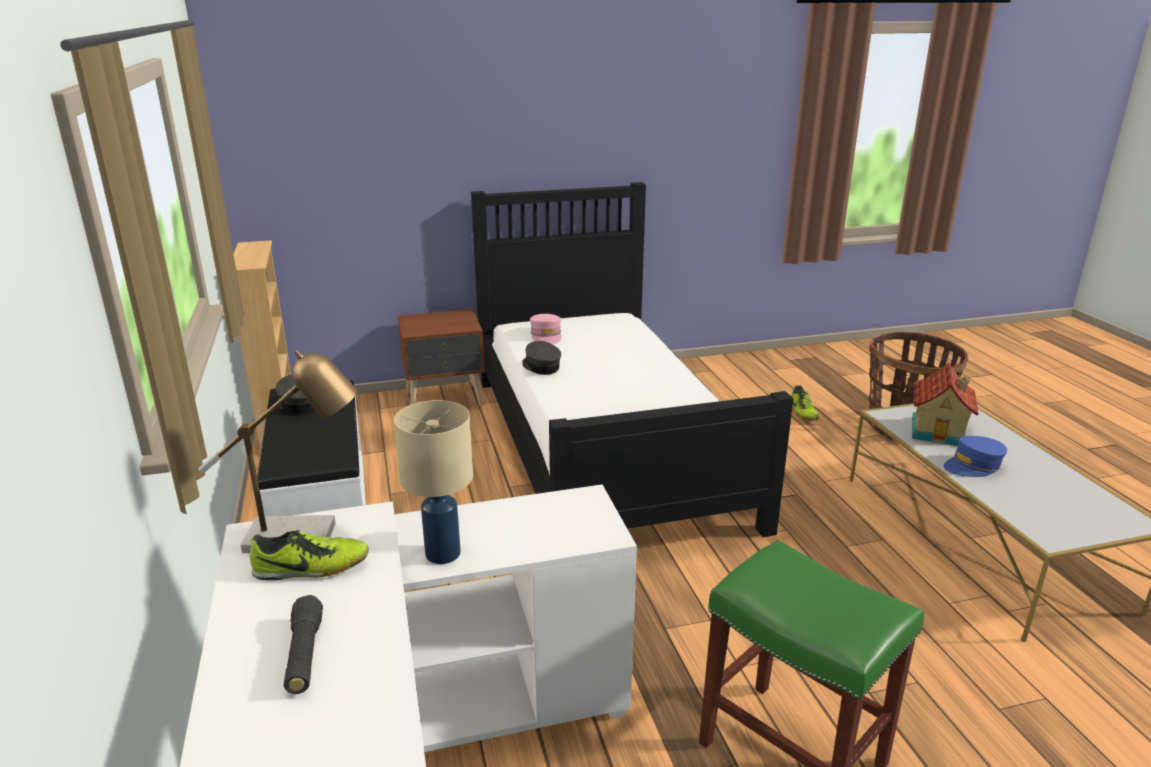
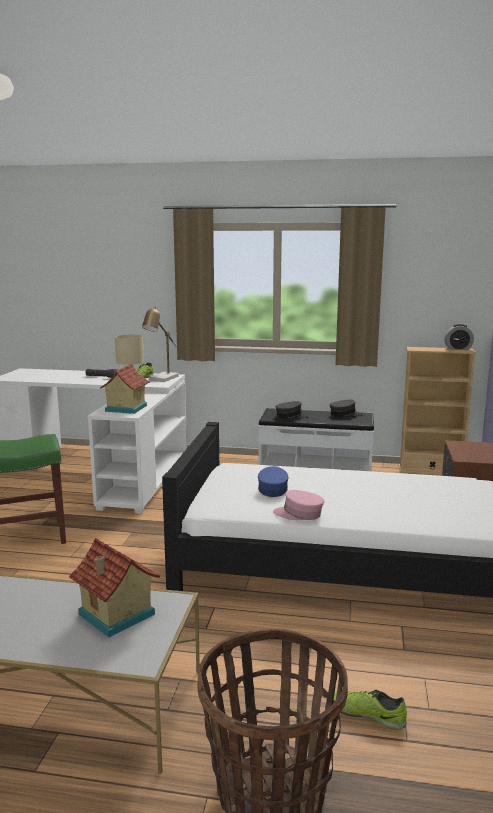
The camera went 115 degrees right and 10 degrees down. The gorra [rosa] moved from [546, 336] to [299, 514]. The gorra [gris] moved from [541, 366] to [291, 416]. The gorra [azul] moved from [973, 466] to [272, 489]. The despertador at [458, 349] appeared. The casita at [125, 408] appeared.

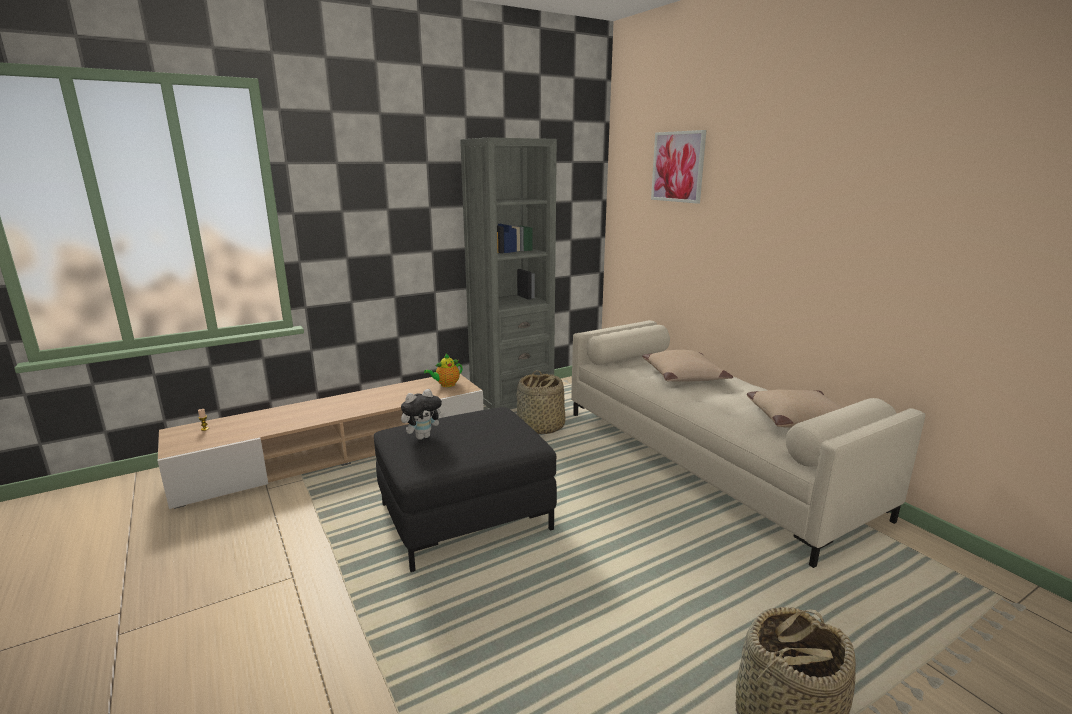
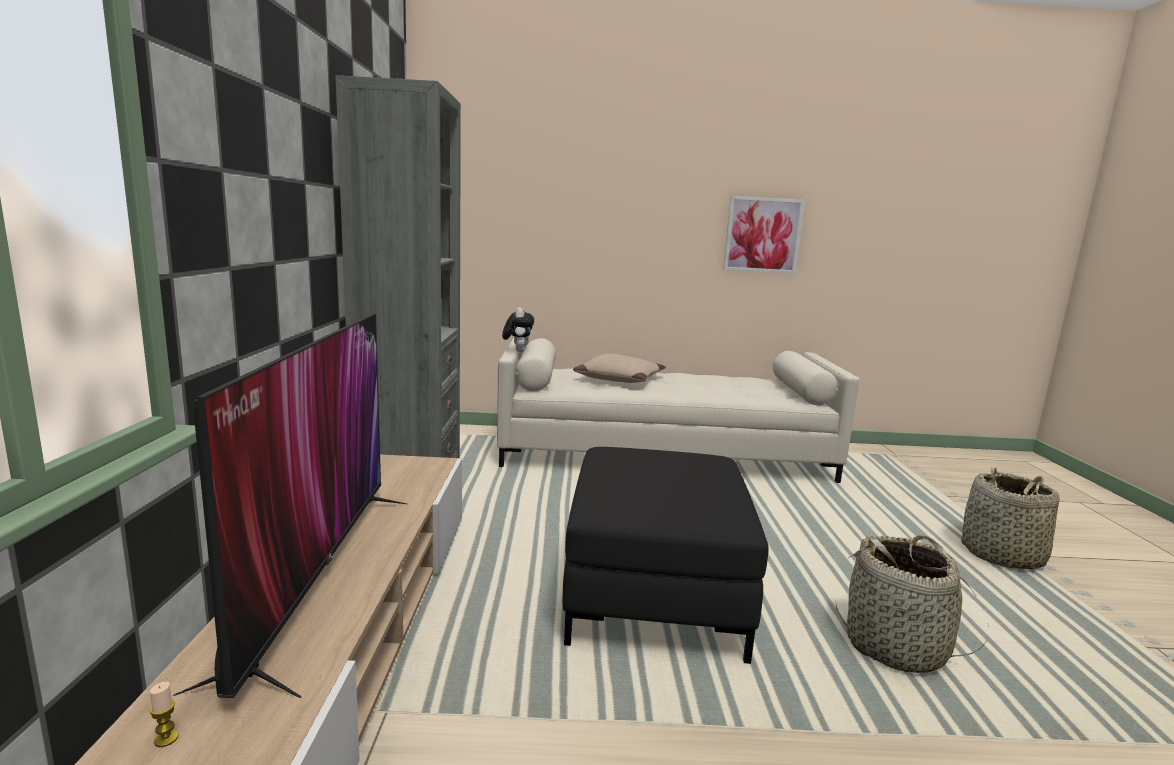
The camera went 60 degrees left and 5 degrees down. The cuadro moved from [678, 167] to [762, 235]. The tetera at [446, 385] disappeared. The cesta moved from [540, 427] to [896, 647]. The peluche moved from [423, 436] to [518, 351]. The cojín [beis] at [798, 419] disappeared. The televisor at [318, 574] appeared.

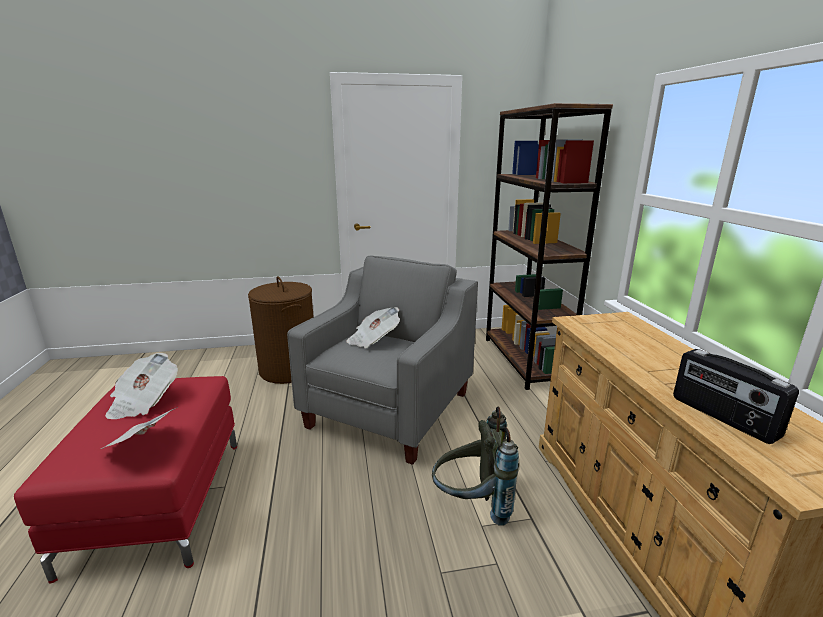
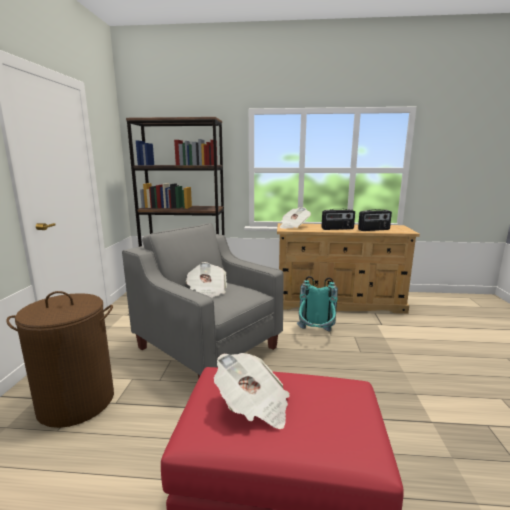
The camera went 75 degrees left and 5 degrees down. The periódico moved from [144, 445] to [293, 226]. The mochila [gris] at [472, 505] became the mochila [turquesa] at [316, 335]. The radio at [337, 229] appeared.

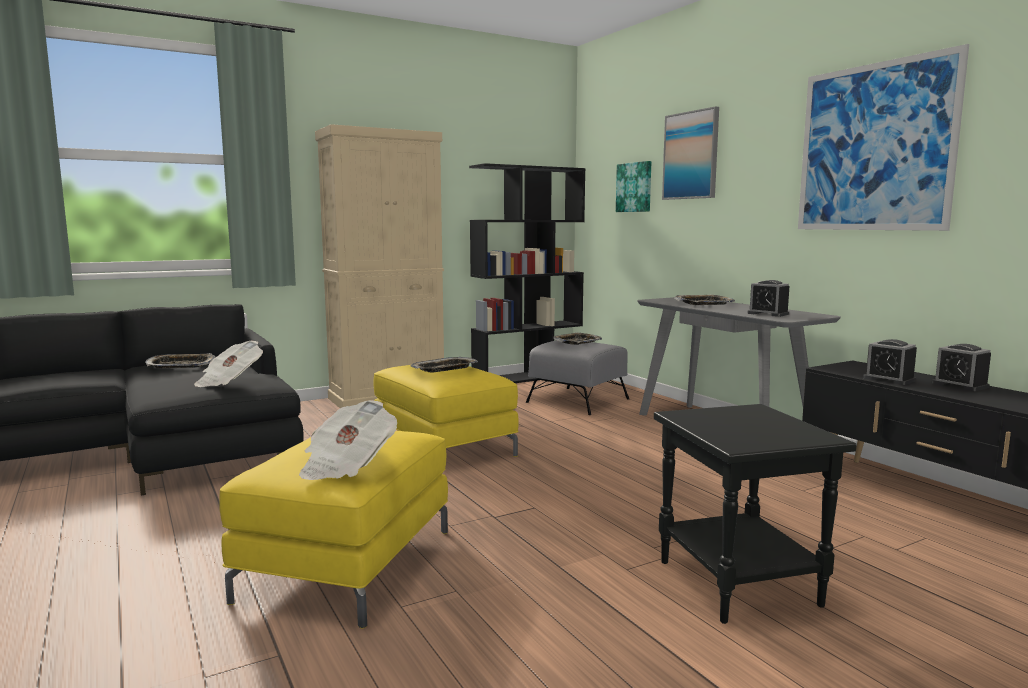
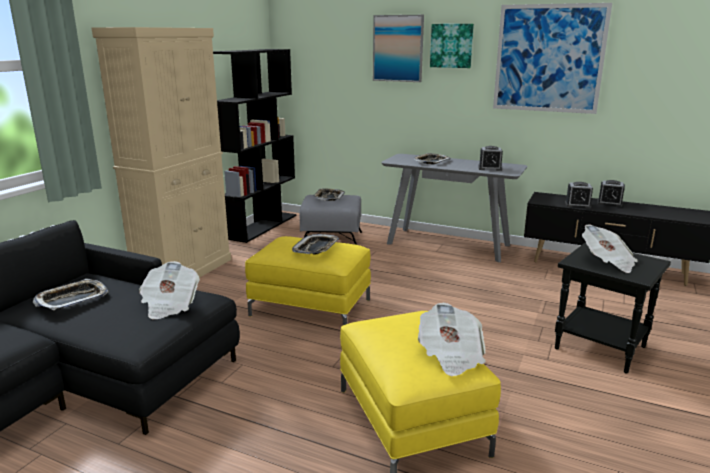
The camera went 35 degrees left and 10 degrees up. The cuadro moved from [635, 187] to [451, 45]. The periódico at [607, 262] appeared.

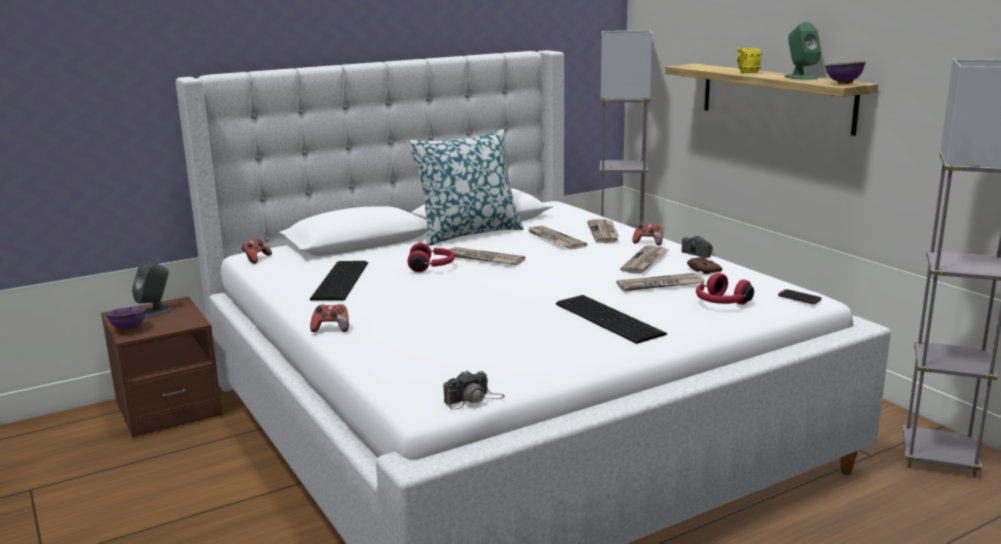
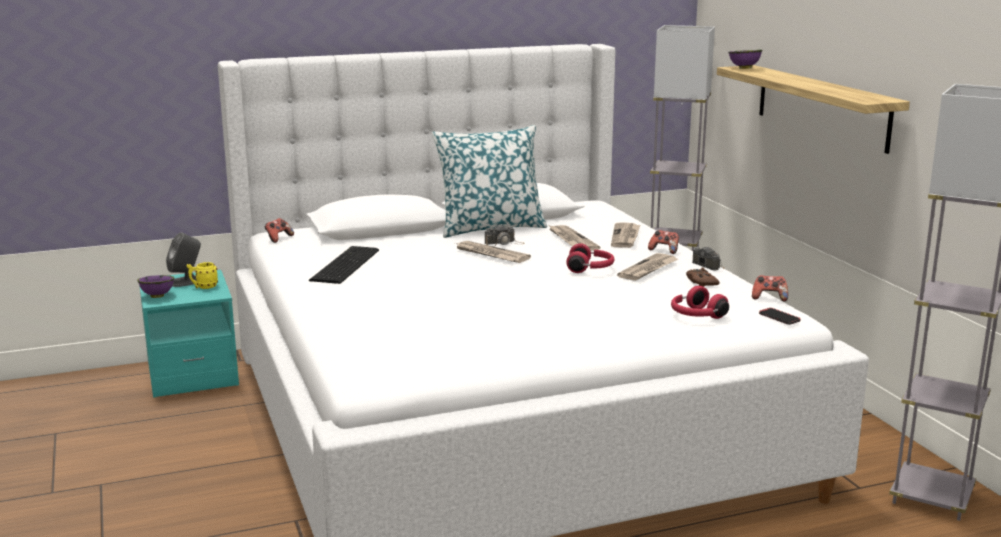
The camera went 10 degrees right and 0 degrees up. The altavoz [verde] at [800, 77] disappeared. The taza grande [amarillo] moved from [746, 73] to [203, 287]. The cuenco [morado] moved from [843, 84] to [744, 69]. The auriculares [rojo] moved from [432, 267] to [590, 269]. The periódico at [659, 285] disappeared. The teclado at [609, 318] disappeared. The mesita de noche [marrón] at [168, 409] became the mesita de noche [turquesa] at [192, 375]. The mando de consola moved from [331, 329] to [769, 298]. The cámara moved from [474, 399] to [504, 243].

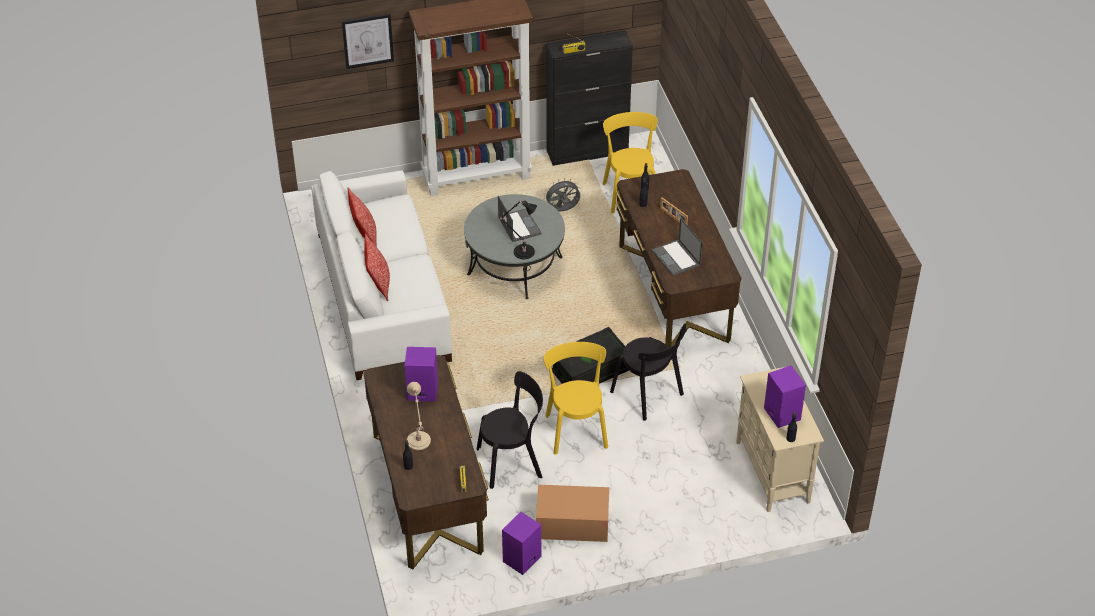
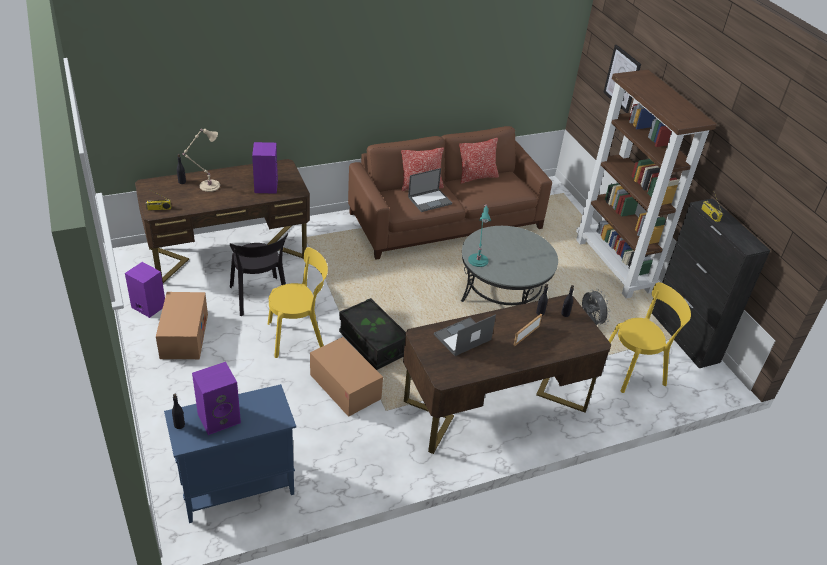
The camera went 80 degrees right and 5 degrees down. The sofá [blanco] at [383, 295] became the sofá [marrón] at [446, 221]. The portátil moved from [519, 225] to [430, 200]. The lámpara de mesa [negro] at [522, 251] became the lámpara de mesa [turquesa] at [478, 259]. The silla [negro] at [649, 395] was replaced by the caja de cartón at [345, 386]. The armario [beis] at [773, 473] became the armario [azul] at [236, 489].

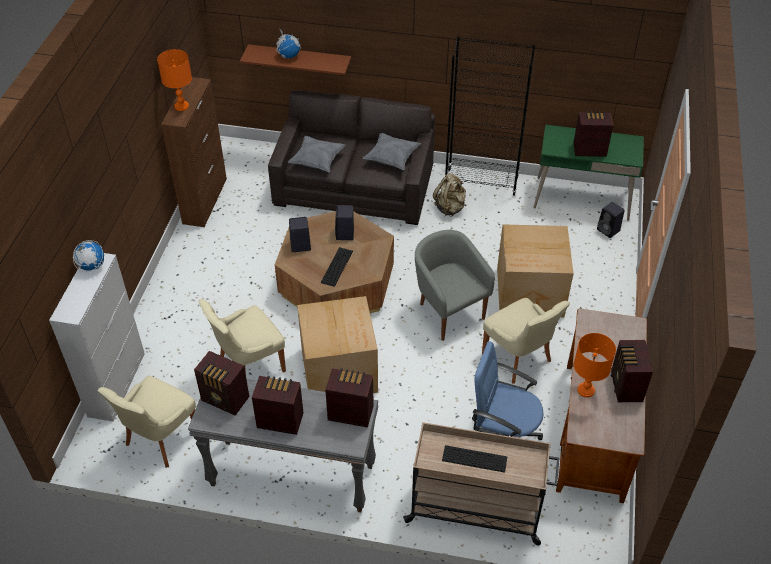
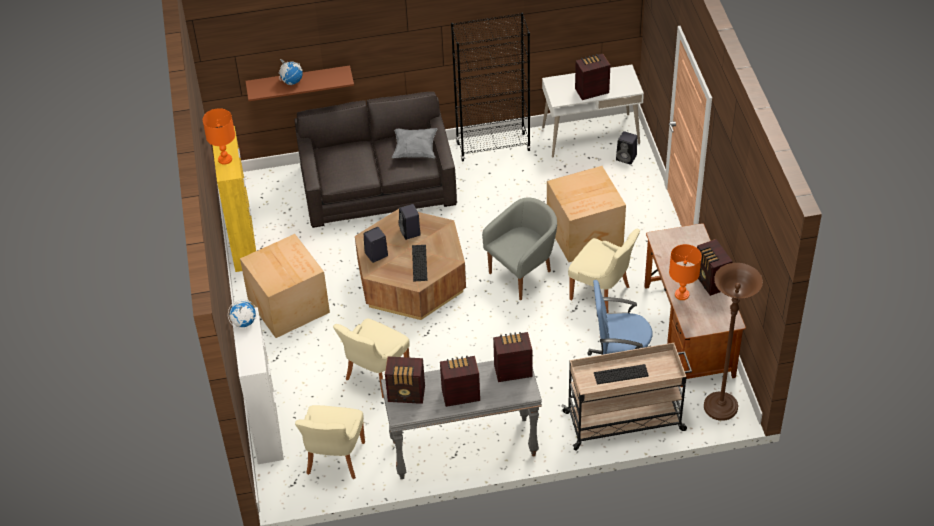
The camera went 20 degrees left and 0 degrees up. The armario [marrón] at [205, 200] became the armario [amarillo] at [243, 243]. The escritorio [verde] at [582, 198] became the escritorio [blanco] at [590, 135]. The cojín [gris] at [317, 161] disappeared. The mochila [beis] at [450, 207] disappeared. The sillón [gris] at [448, 312] turned 105 degrees clockwise. The caja de cartón moved from [340, 369] to [289, 304]. The lámpara de pie [marrón] at [720, 407] appeared.

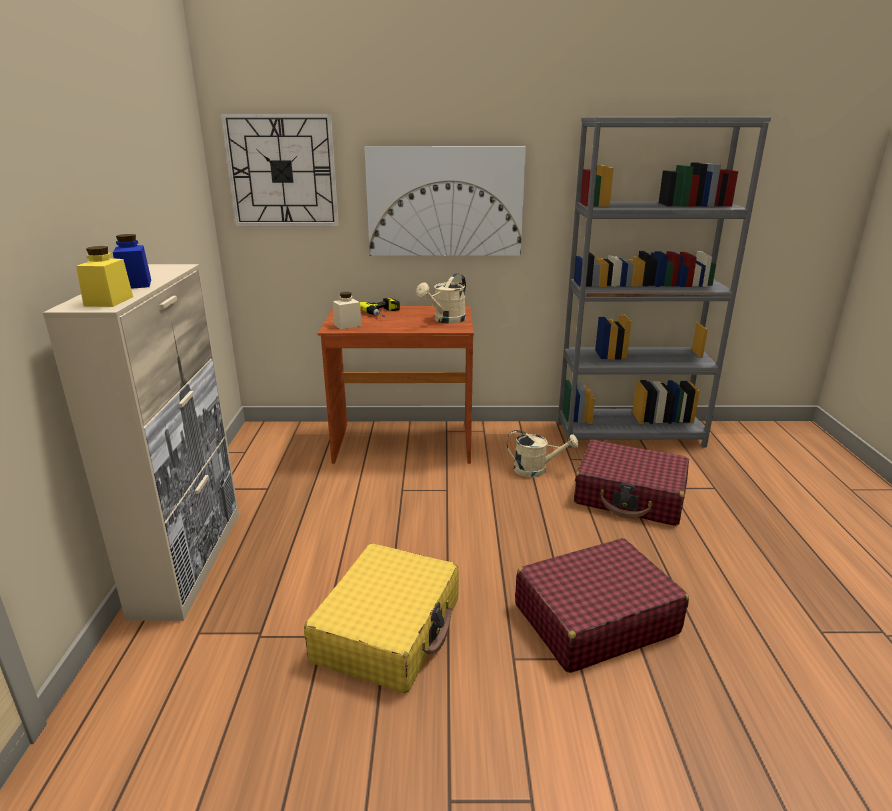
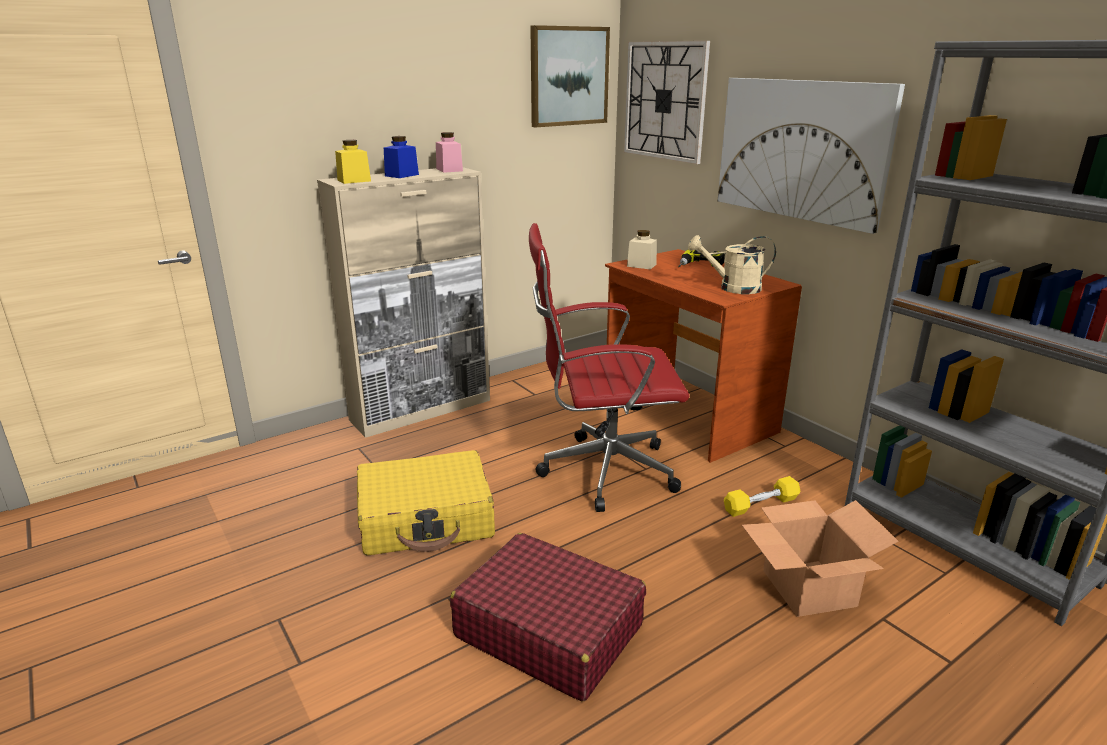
The camera went 55 degrees right and 0 degrees up. The regadera [beis] at [536, 470] was replaced by the mancuerna [amarillo] at [760, 505]. The maleta [rojo] at [630, 496] was replaced by the caja de cartón at [810, 589]. The cuadro at [568, 76] appeared. The tarro [rosa] at [449, 170] appeared. The silla de oficina [rojo] at [601, 472] appeared.

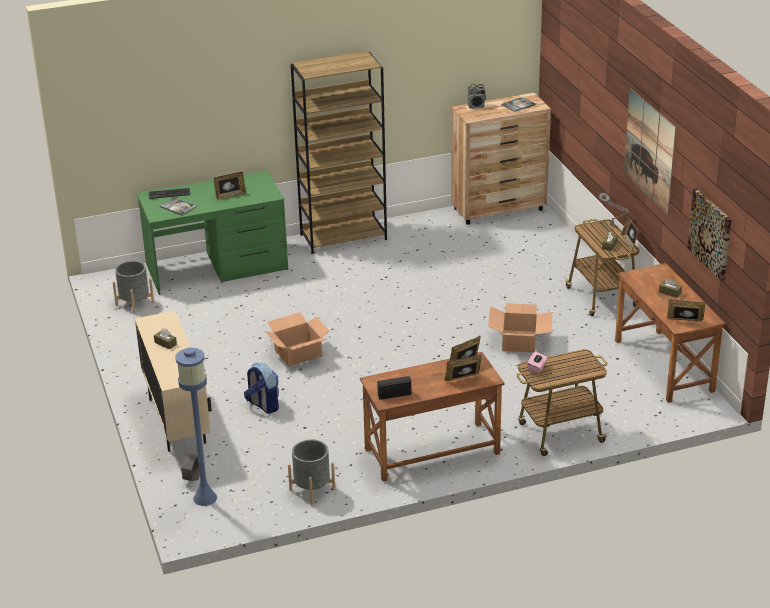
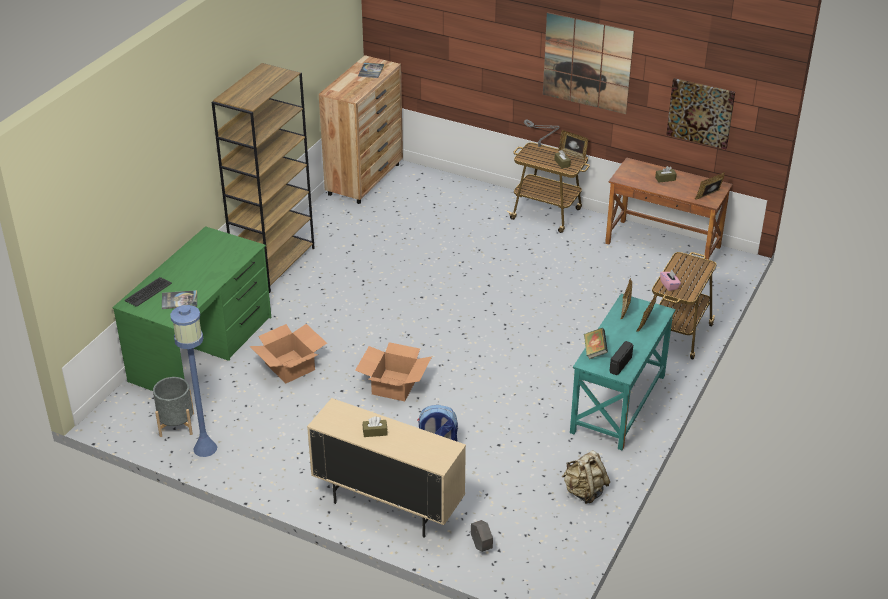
The camera went 45 degrees left and 5 degrees up. The radio at [476, 106] disappeared. The portarretratos at [230, 195] disappeared. The caja de cartón moved from [519, 341] to [290, 366]. The lámpara de pie [azul] moved from [205, 498] to [205, 448]. The escritorio [marrón] at [432, 452] became the escritorio [turquesa] at [618, 404]. The maceta [gris] at [312, 489] was replaced by the mochila [beis] at [584, 491]. The libro at [594, 350] appeared.

